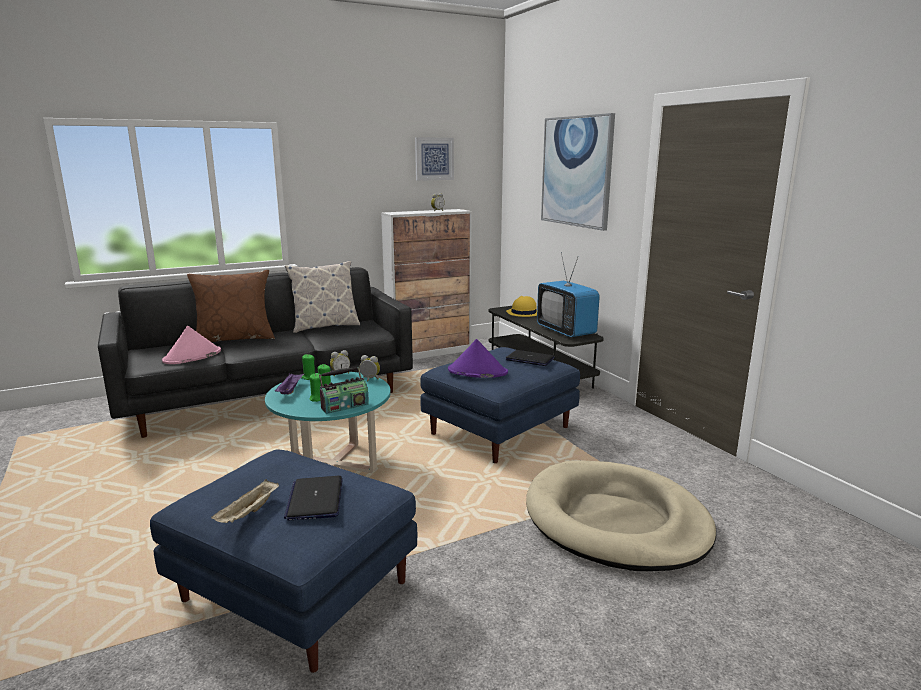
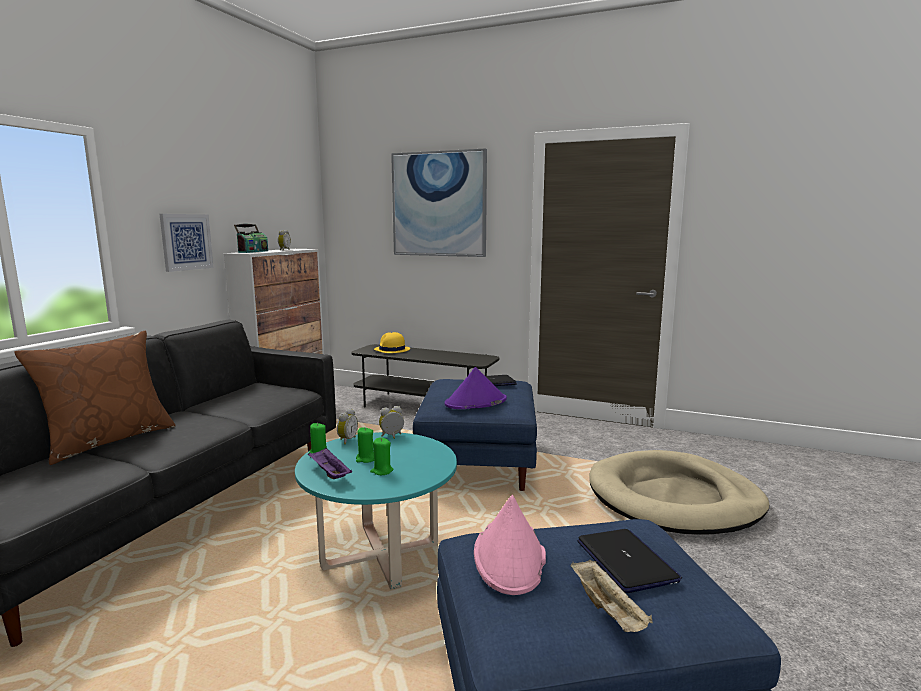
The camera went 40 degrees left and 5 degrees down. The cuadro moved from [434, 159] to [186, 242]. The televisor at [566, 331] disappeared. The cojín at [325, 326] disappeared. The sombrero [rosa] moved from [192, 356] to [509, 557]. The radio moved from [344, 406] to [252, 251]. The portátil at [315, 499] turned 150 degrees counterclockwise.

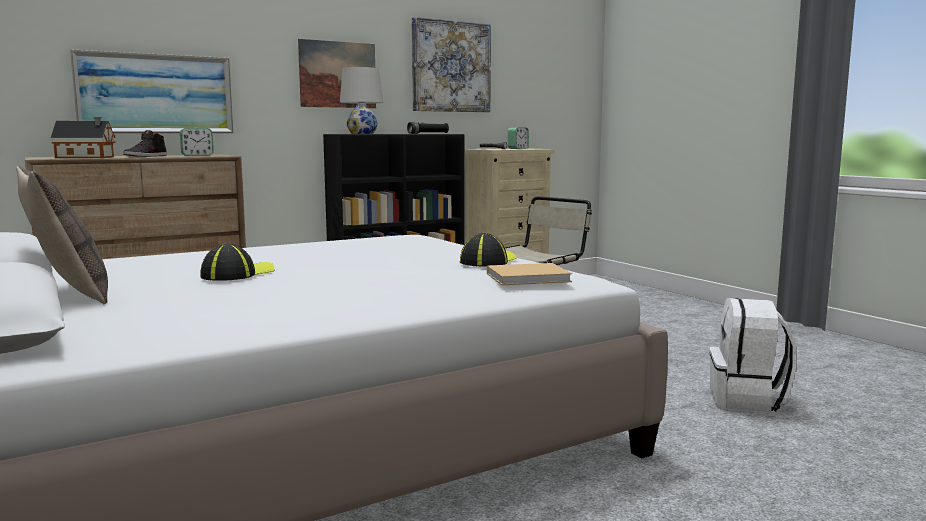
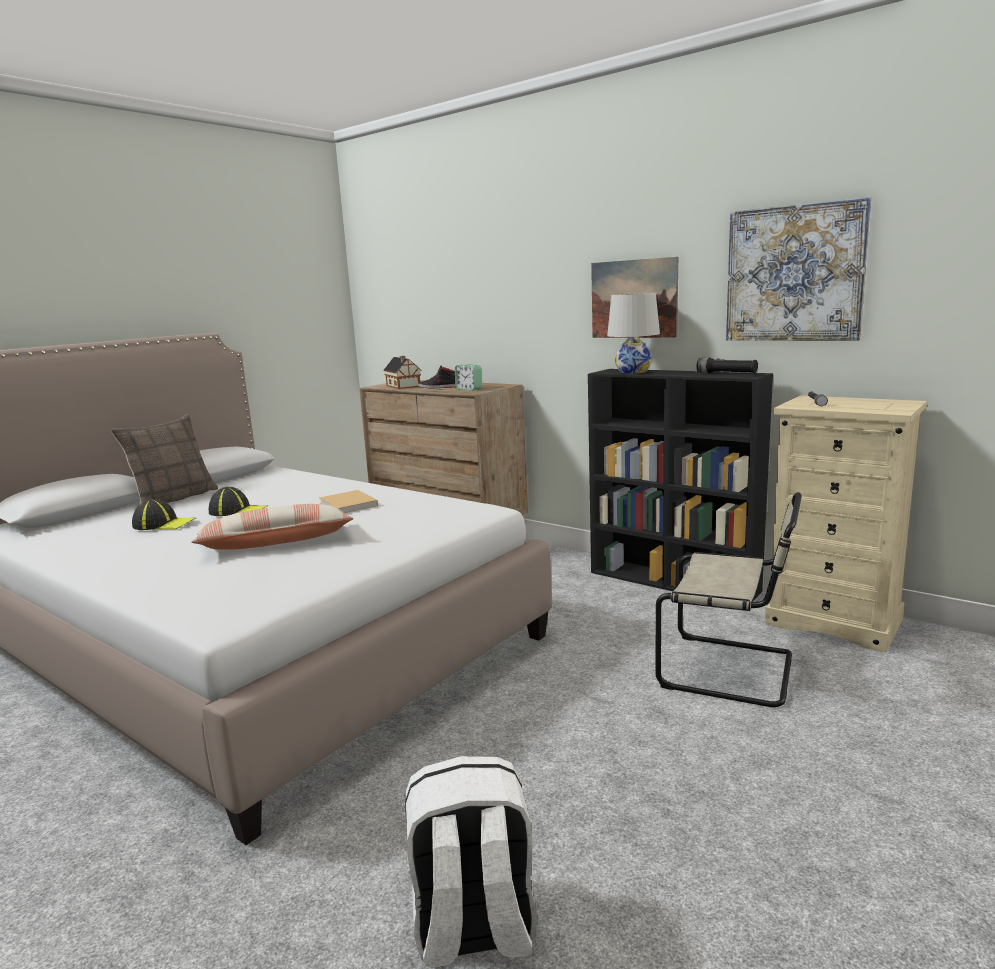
The camera went 70 degrees right and 5 degrees up. The cuadro at [155, 94] disappeared. The despertador at [518, 148] disappeared. The gorra moved from [488, 261] to [164, 524]. The libro [beis] moved from [530, 277] to [349, 505]. The cojín at [276, 543] appeared.

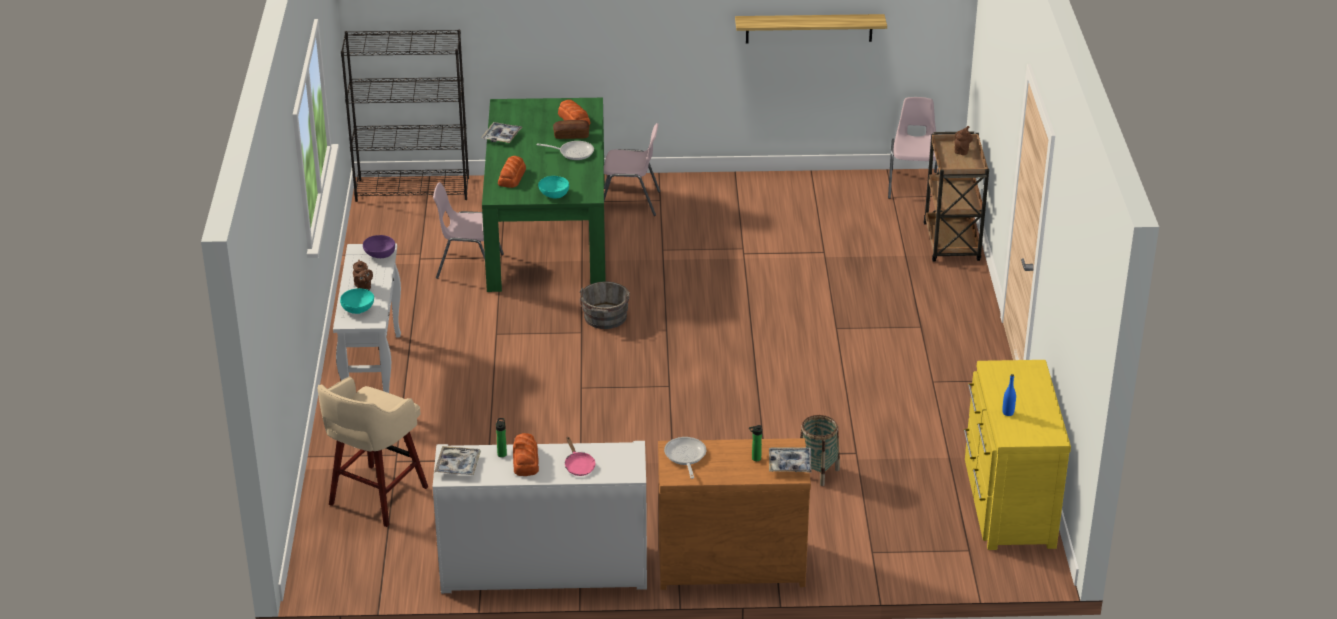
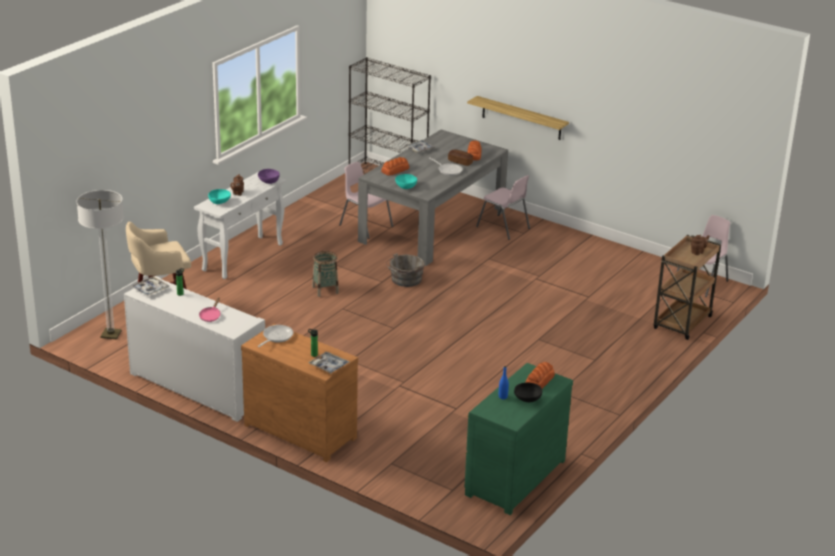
The camera went 35 degrees right and 5 degrees down. The estante moved from [809, 28] to [521, 118]. The mesa de comedor [verde] at [547, 233] became the mesa de comedor [gris] at [432, 226]. The cómoda [amarillo] at [1007, 504] became the cómoda [verde] at [512, 477]. The cesta moved from [817, 472] to [325, 290]. The pan moved from [525, 460] to [539, 381]. The lámpara de pie at [111, 334] appeared. The cuenco [negro] at [527, 399] appeared.

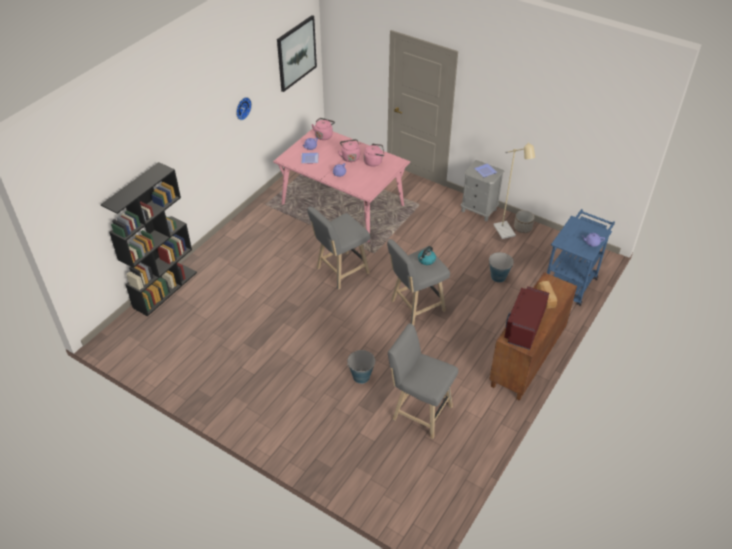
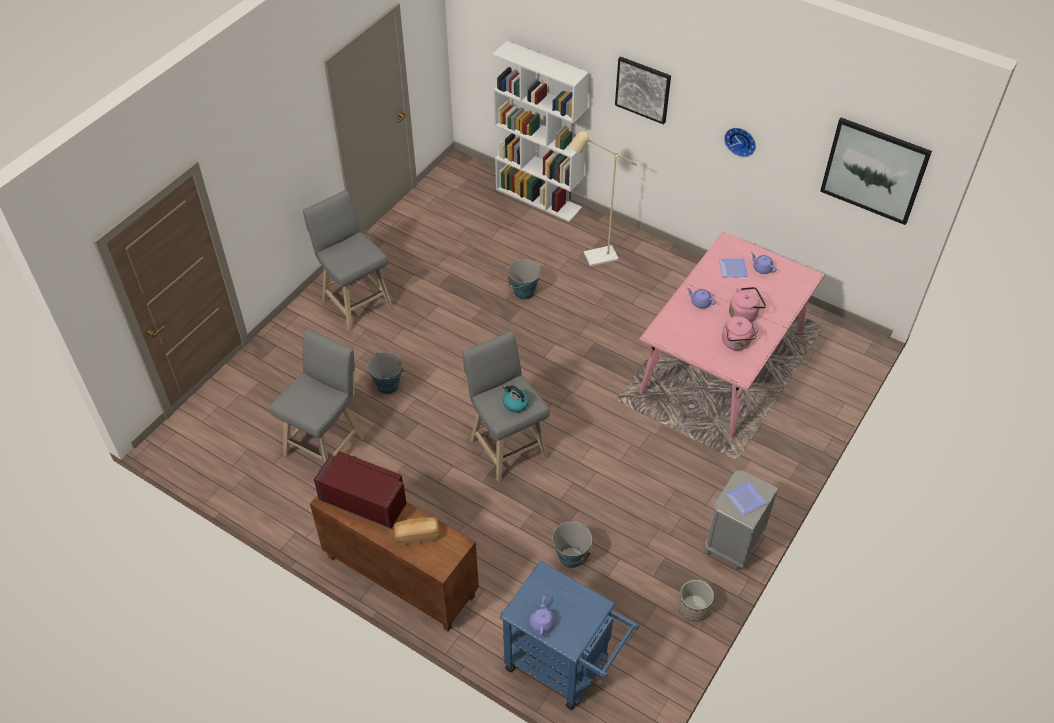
The camera went 90 degrees right and 5 degrees up. The hervidor [rosa] at [324, 135] disappeared. The lámpara de pie [beis] moved from [506, 233] to [595, 258]. The estantería [negro] at [165, 289] became the estantería [blanco] at [539, 198]. The taburete [gris] moved from [340, 272] to [355, 301]. The cuadro at [643, 89] appeared. The cubo at [524, 292] appeared.

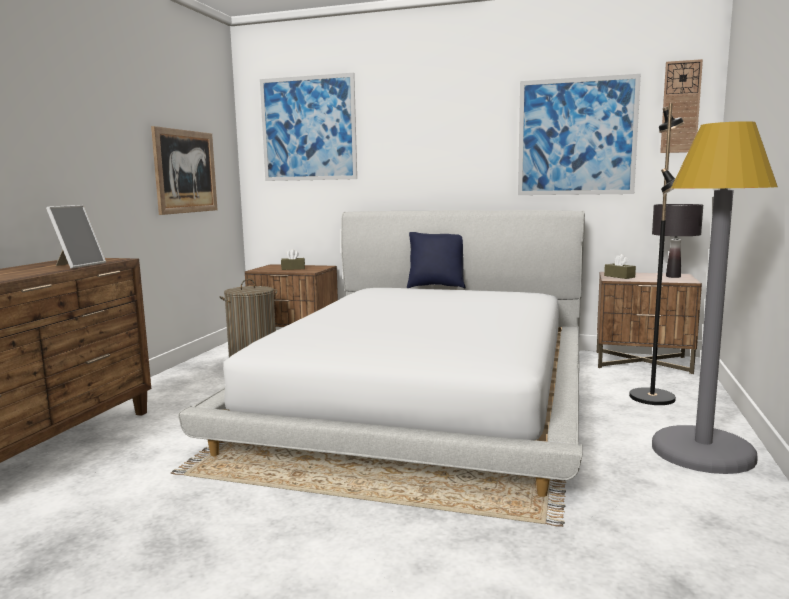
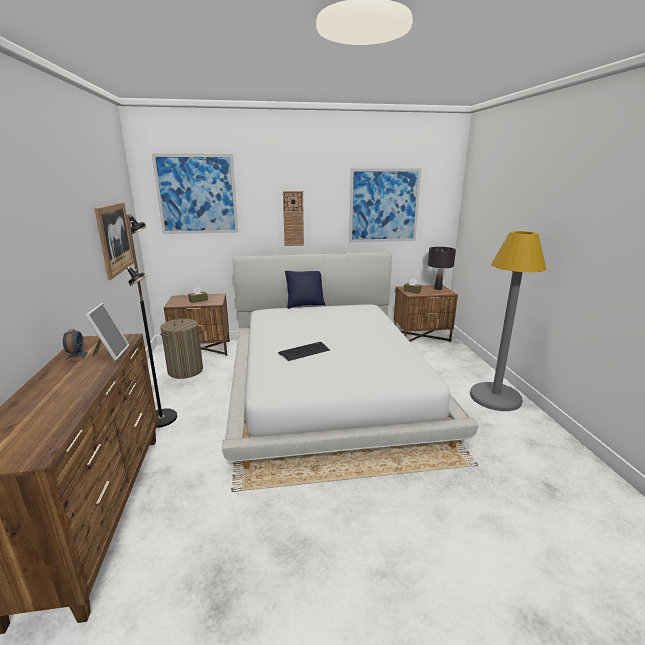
The camera went 25 degrees left and 10 degrees up. The reloj de pared moved from [680, 107] to [293, 219]. The lámpara de pie [negro] moved from [653, 397] to [162, 418]. The despertador at [76, 356] appeared. The teclado at [304, 352] appeared.

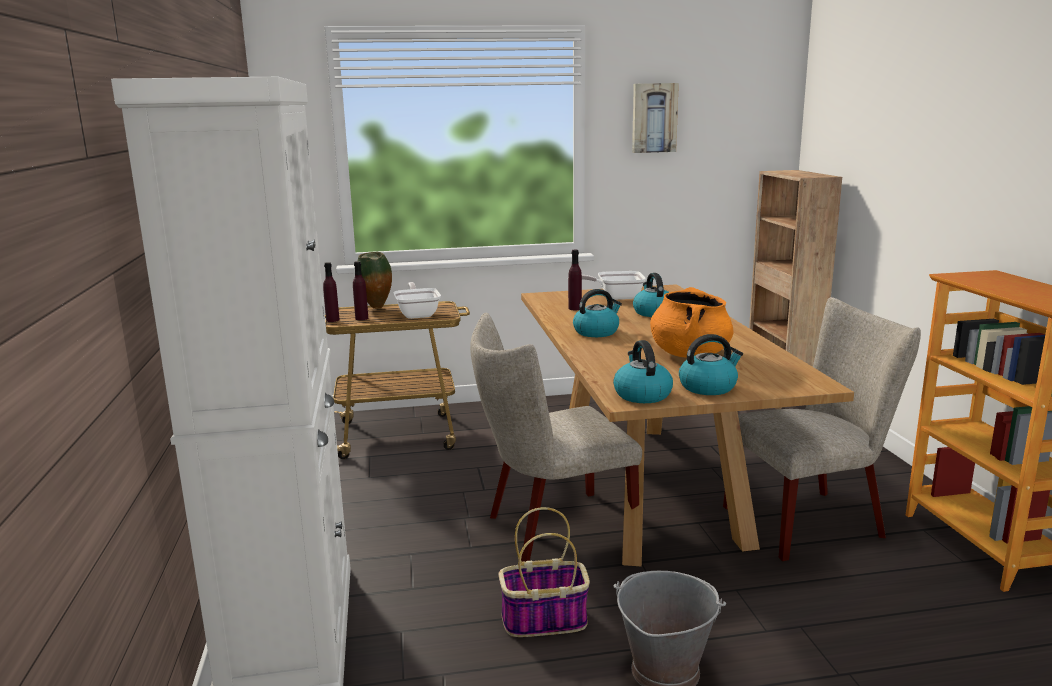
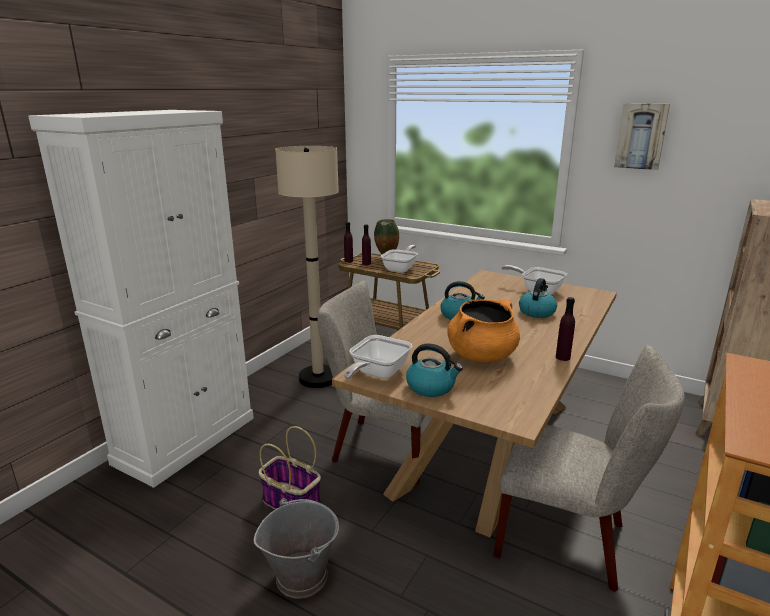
The camera went 40 degrees right and 5 degrees up. The botella [morado] moved from [575, 308] to [562, 357]. The hervidor at [641, 394] was replaced by the sartén at [377, 374]. The lámpara de pie [beis] at [318, 378] appeared.

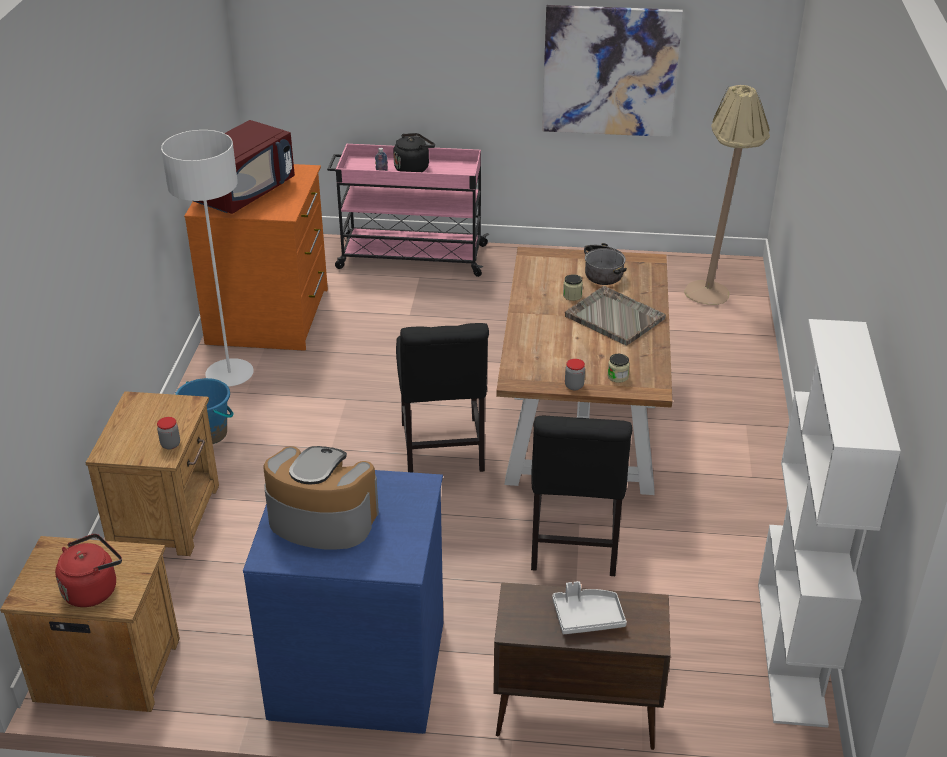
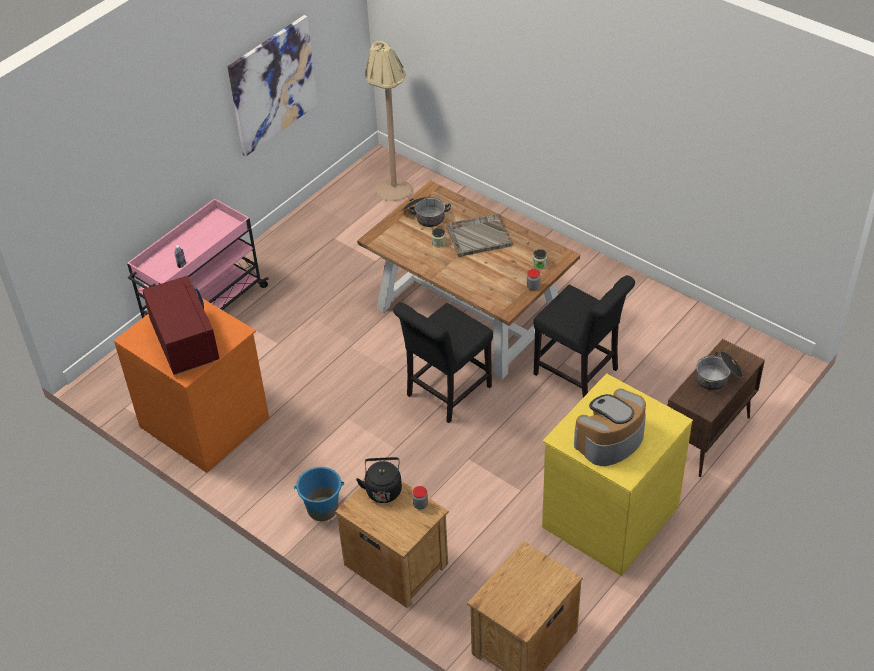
The camera went 55 degrees left and 10 degrees up. The lámpara de pie [blanco] at [229, 375] disappeared. The hervidor [negro] moved from [413, 168] to [383, 489]. The estantería [blanco] at [792, 652] disappeared. The silla [negro] at [442, 451] turned 105 degrees clockwise. The cómoda [azul] at [359, 667] became the cómoda [amarillo] at [608, 516]. The hervidor [rojo] at [93, 589] disappeared. The bandeja [gris] at [587, 617] was replaced by the olla at [718, 377].

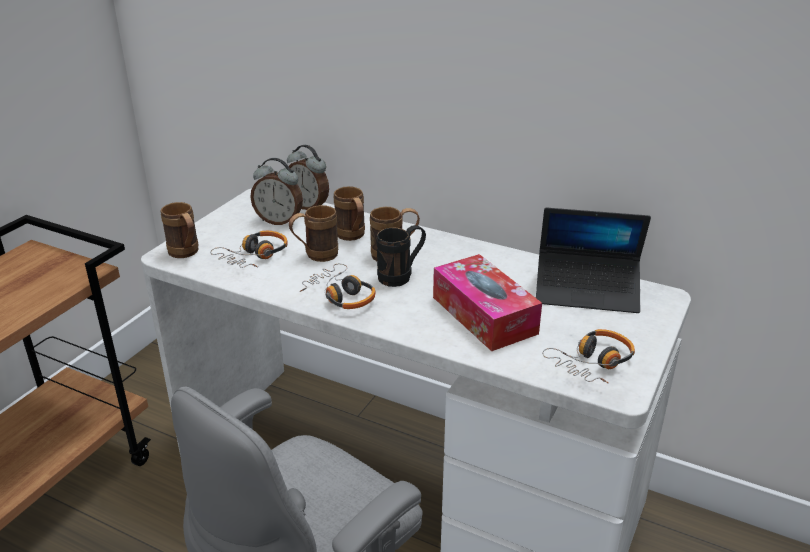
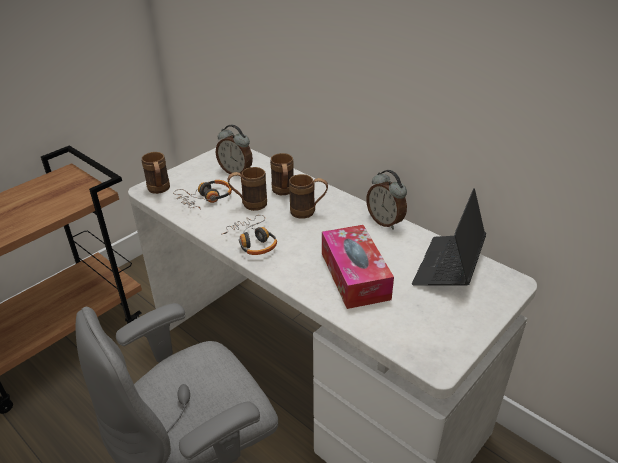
The camera went 15 degrees right and 5 degrees up. The despertador moved from [309, 206] to [385, 221]. The portátil at [587, 291] turned 90 degrees clockwise. The taza grande [negro] at [401, 276] disappeared. The auriculares at [593, 363] disappeared.

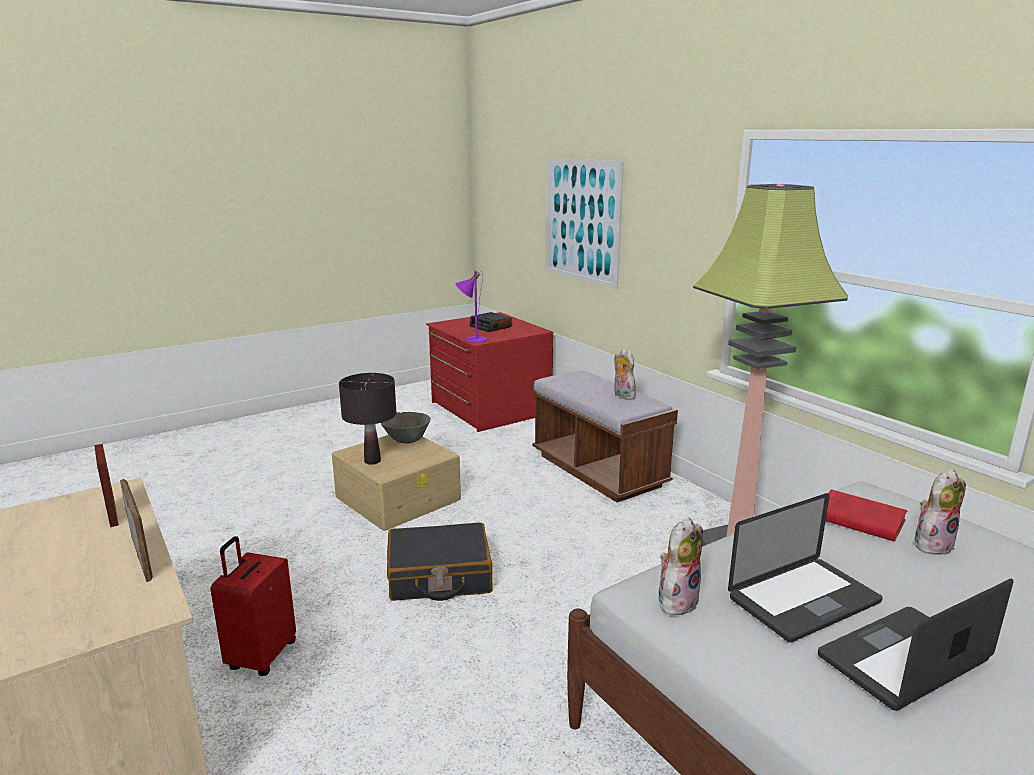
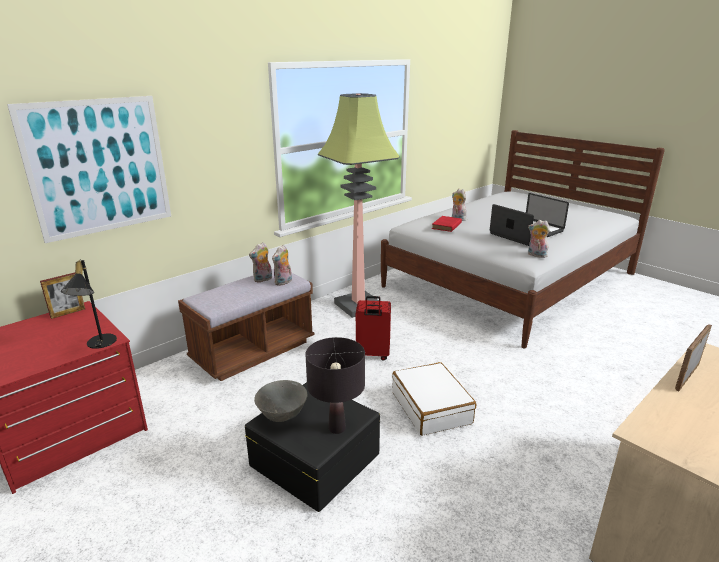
The camera went 100 degrees left and 5 degrees up. The lámpara de mesa [morado] at [472, 339] became the lámpara de mesa [negro] at [98, 344]. The despertador at [491, 326] disappeared. The caja de almacenaje [beis] at [399, 498] became the caja de almacenaje [negro] at [314, 458]. The portarretratos moved from [112, 514] to [68, 313]. The maleta [negro] at [439, 576] became the maleta [blanco] at [431, 407]. The maleta [rojo] moved from [261, 656] to [372, 355]. The peluche at [283, 282] appeared.

